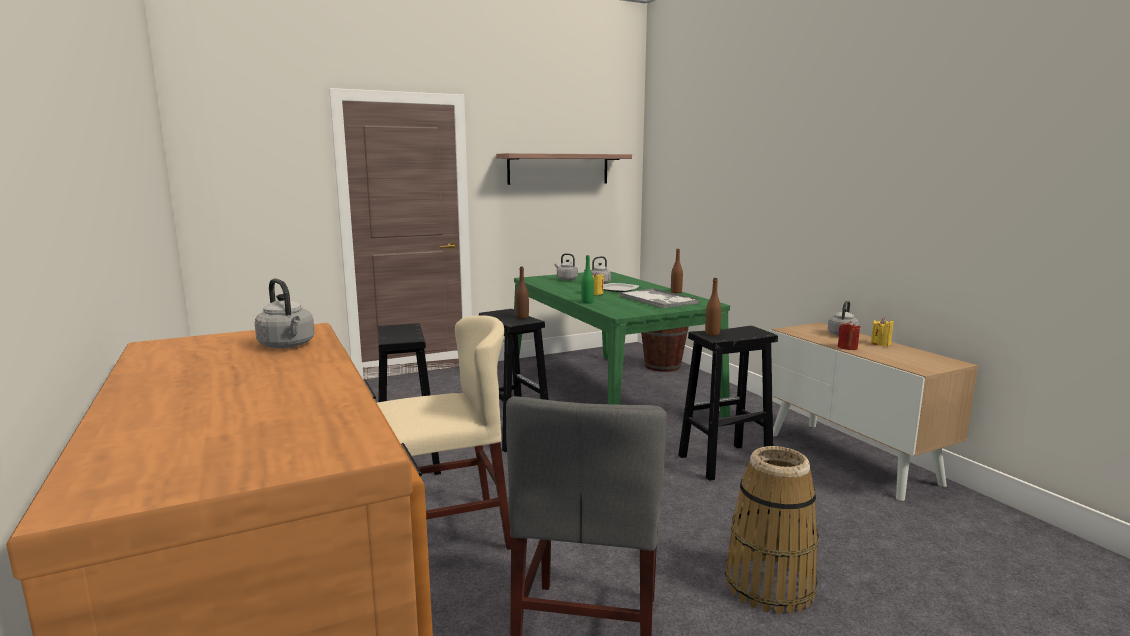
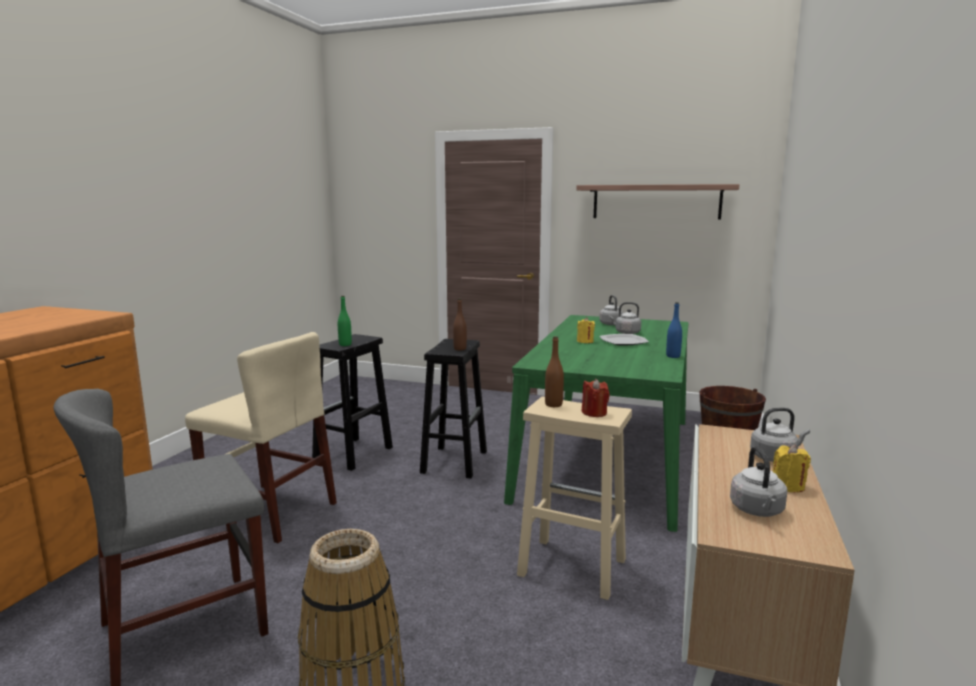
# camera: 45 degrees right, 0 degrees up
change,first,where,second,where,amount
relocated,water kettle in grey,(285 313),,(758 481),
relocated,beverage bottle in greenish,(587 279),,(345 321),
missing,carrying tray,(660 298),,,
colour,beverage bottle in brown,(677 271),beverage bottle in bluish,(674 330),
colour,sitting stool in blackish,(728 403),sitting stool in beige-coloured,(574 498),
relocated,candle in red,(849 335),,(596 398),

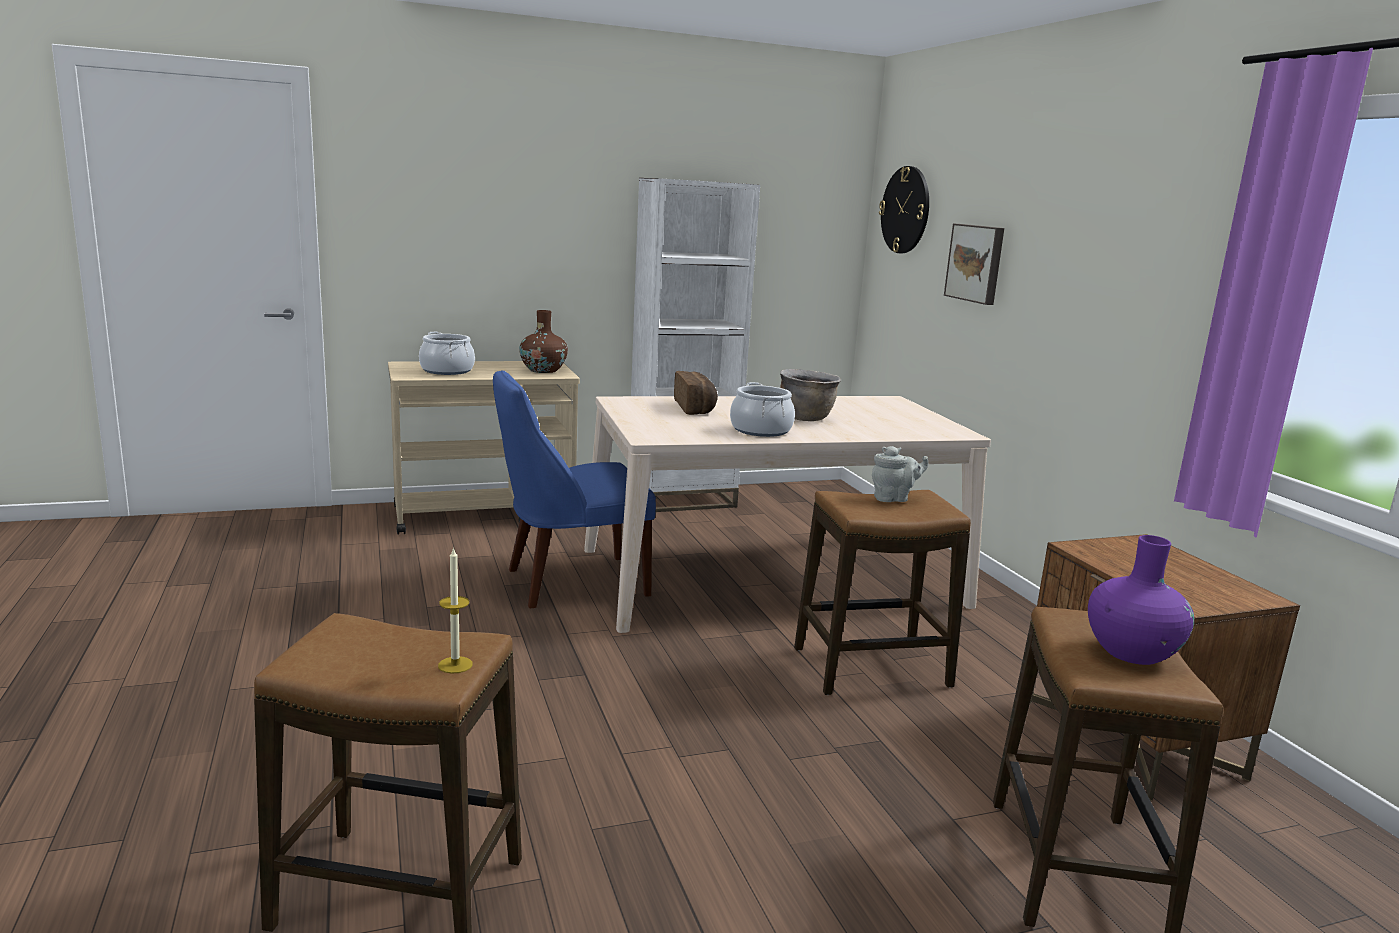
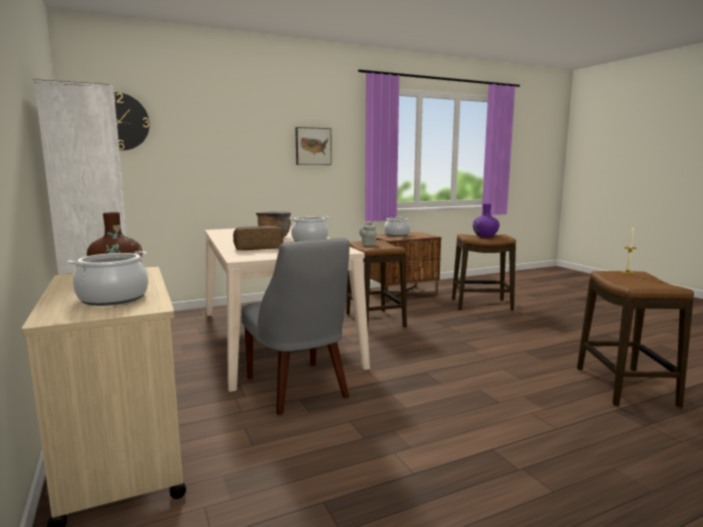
# camera: 95 degrees left, 5 degrees down
change,first,where,second,where,amount
colour,upright chair in bluish,(574 489),upright chair in grey,(295 326),
relocated,wall picture,(974 264),,(313 146),
appeared,,,stockpot,(397 226),

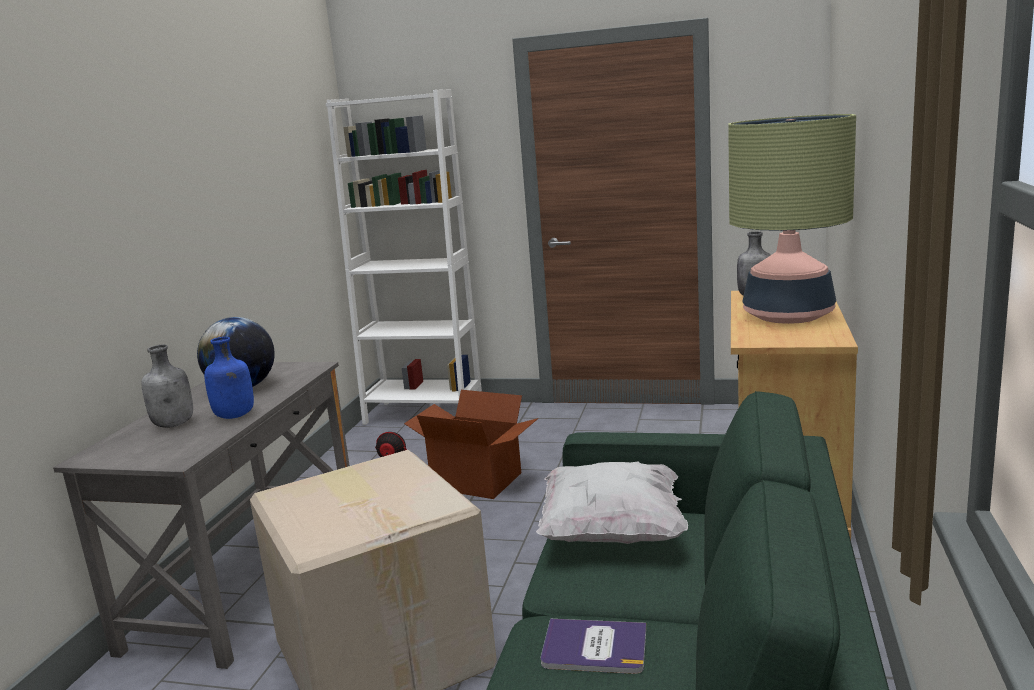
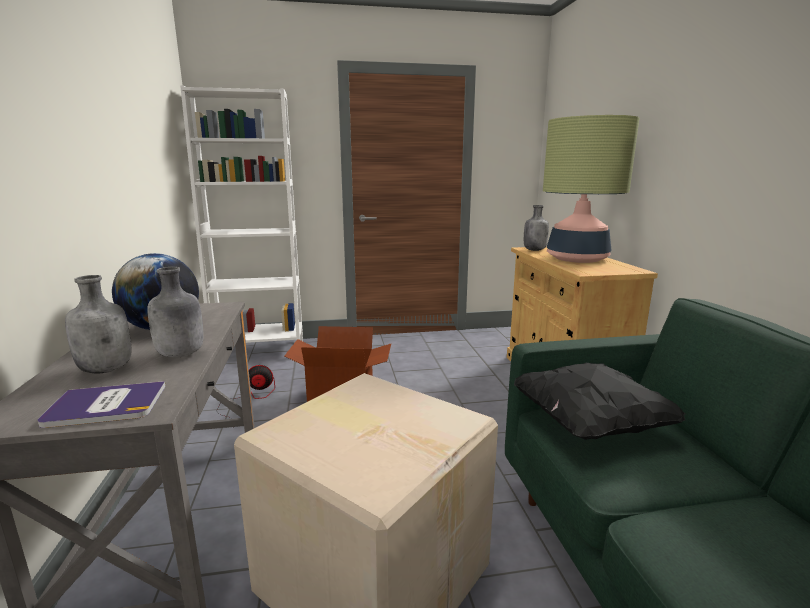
# camera: 25 degrees left, 0 degrees up
change,first,where,second,where,amount
colour,beverage bottle in bluish,(229 378),beverage bottle in grey,(175 312),
colour,cushion in whitish,(612 503),cushion in blackish,(600 401),
relocated,book,(593 646),,(101 404),

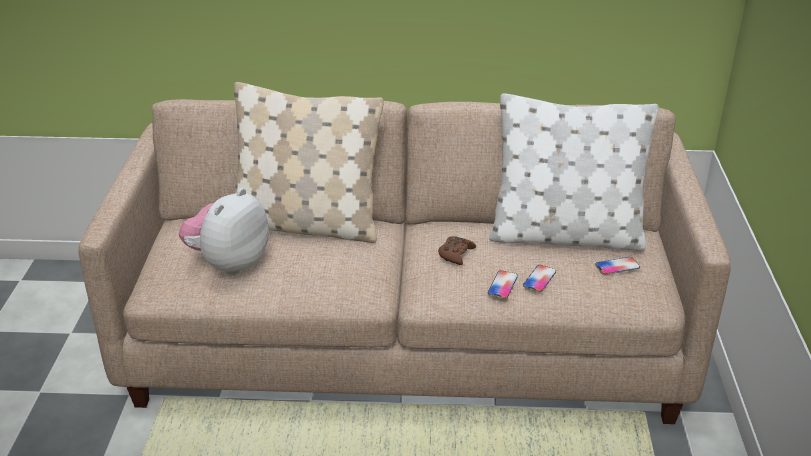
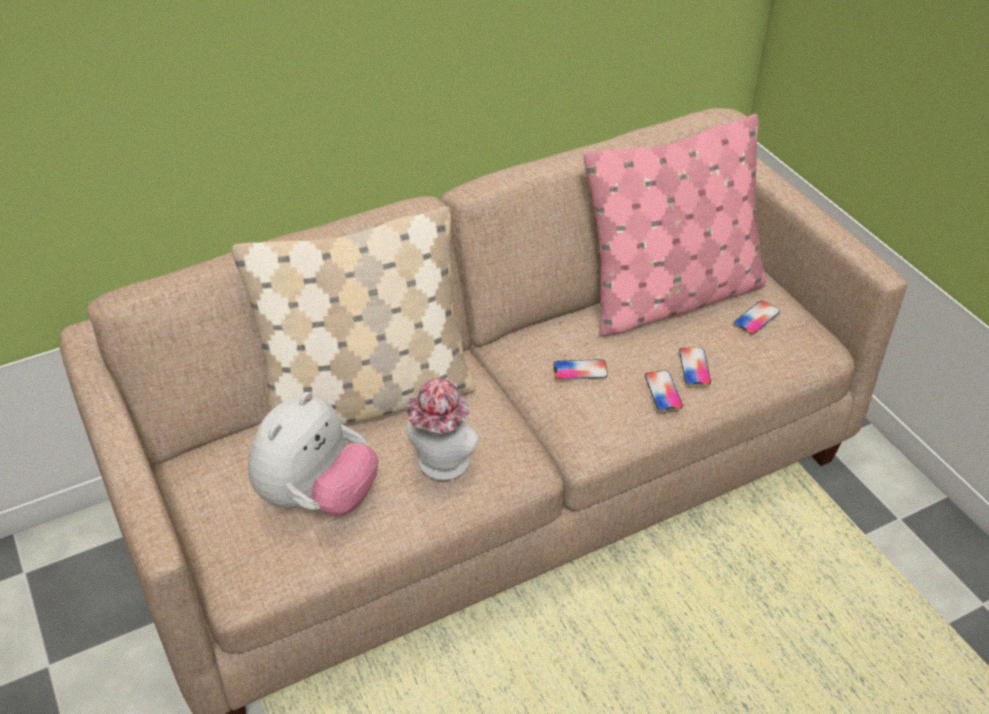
# camera: 30 degrees left, 10 degrees up
change,first,where,second,where,amount
spun,soft toy,(224 232),,(313 453),150 degrees counterclockwise
exchanged,gamepad in brown,(457 250),phone,(580 369),
colour,cushion in whitish,(574 172),cushion in pink,(675 225),
appeared,,,wearable hat,(443 429),

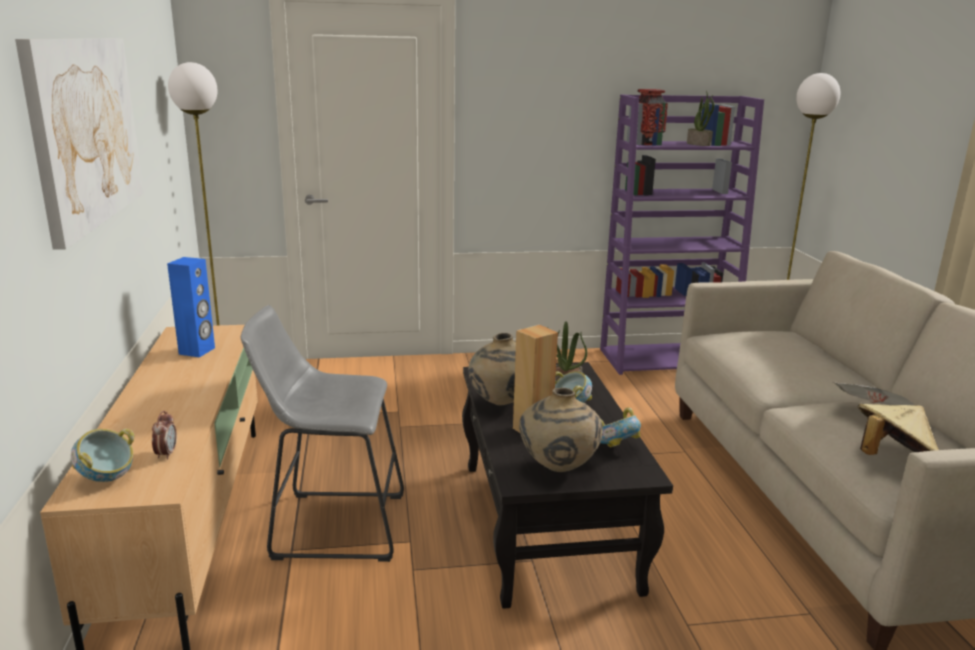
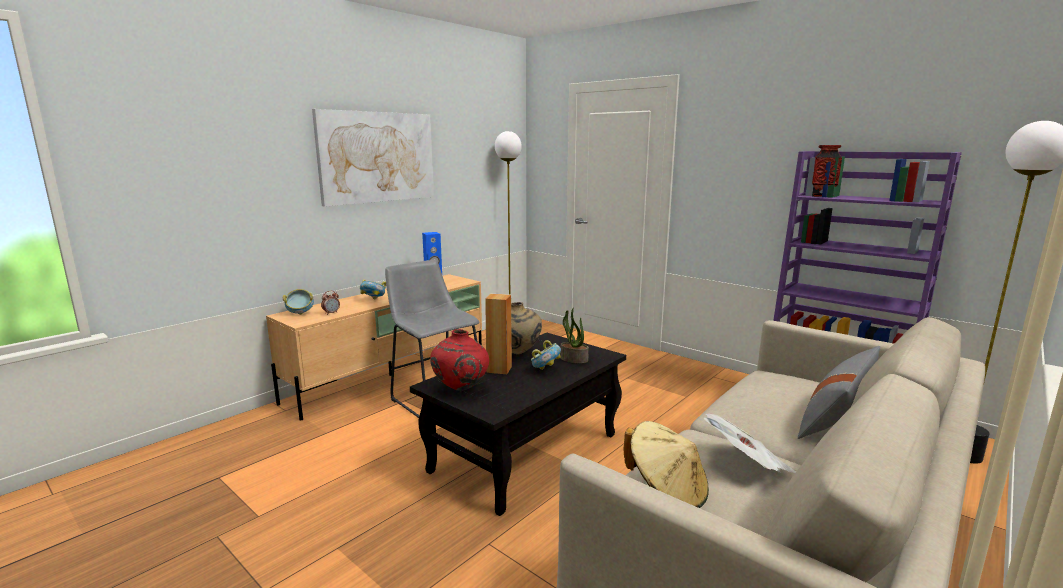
# camera: 50 degrees right, 5 degrees down
change,first,where,second,where,amount
colour,decorative vase in beige-coloured,(561 430),decorative vase in red,(459 360),
relocated,deep dish,(620 427),,(373 289),
missing,plant in a pot,(701 118),,,
appeared,,,cushion in grey,(839 392),

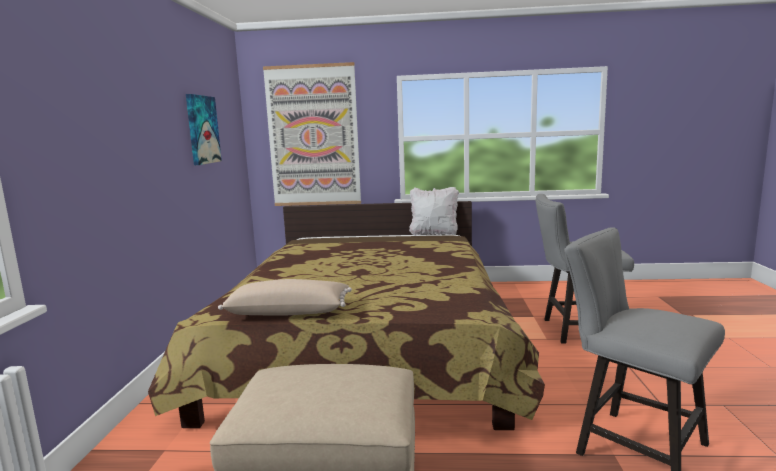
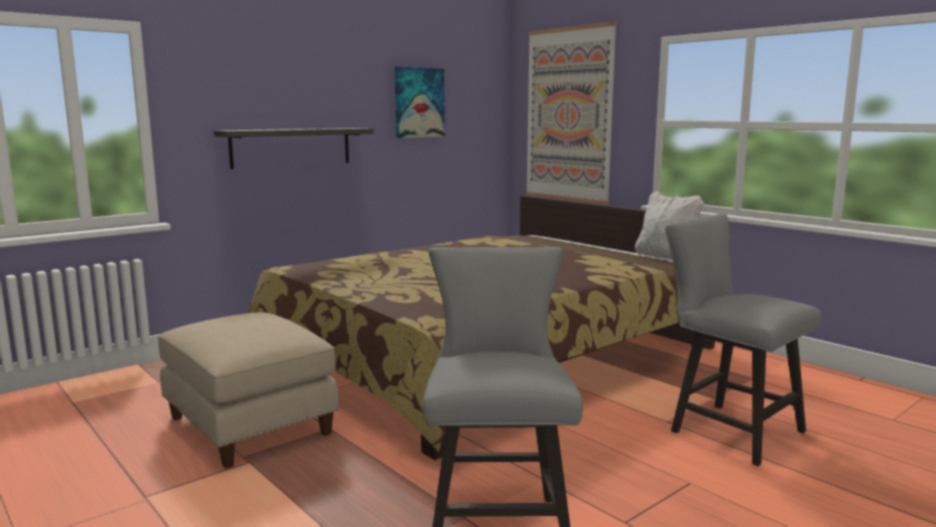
# camera: 45 degrees right, 0 degrees up
change,first,where,second,where,amount
missing,cushion in beige-coloured,(285 297),,,
appeared,,,bracket shelf,(293 148),

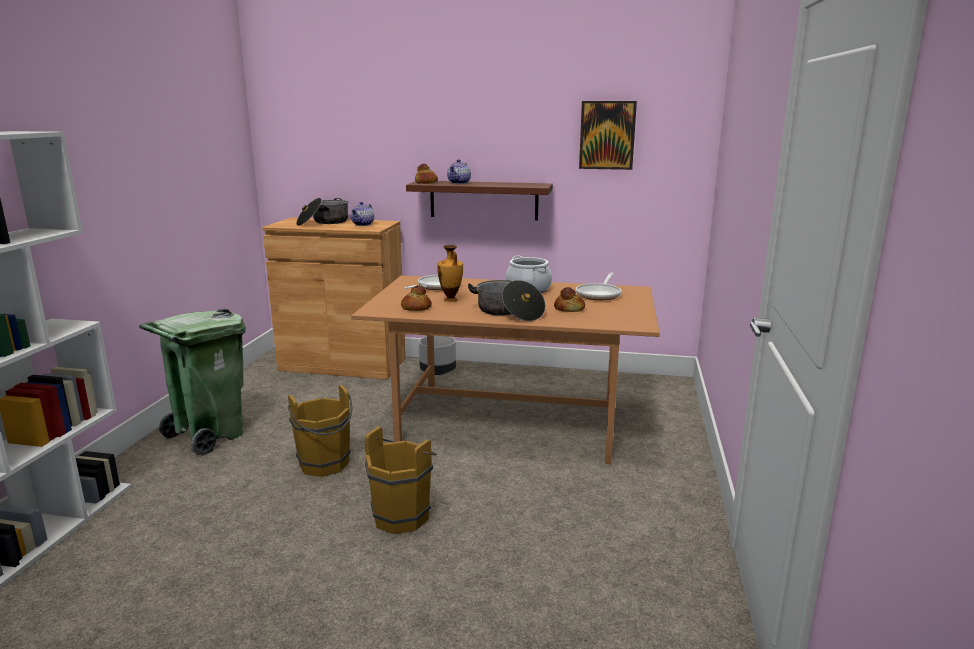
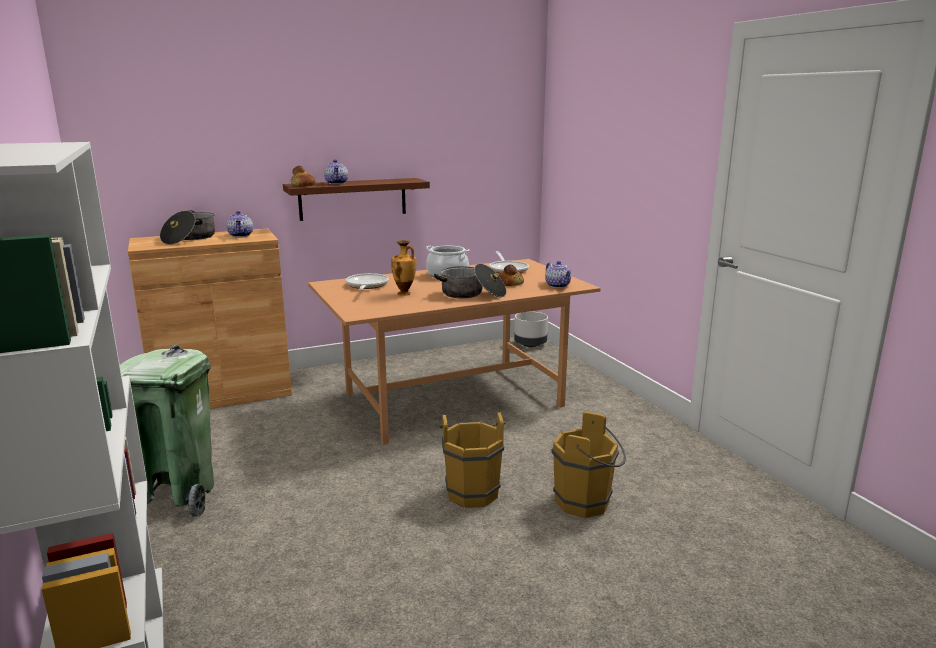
# camera: 35 degrees left, 0 degrees up
change,first,where,second,where,amount
relocated,water bucket in brown,(320 431),,(588 464),
missing,baked bread,(416 298),,,
relocated,planter in grey,(437 355),,(531 329),
missing,wall picture,(608 135),,,
appeared,,,tea pot,(558 274),

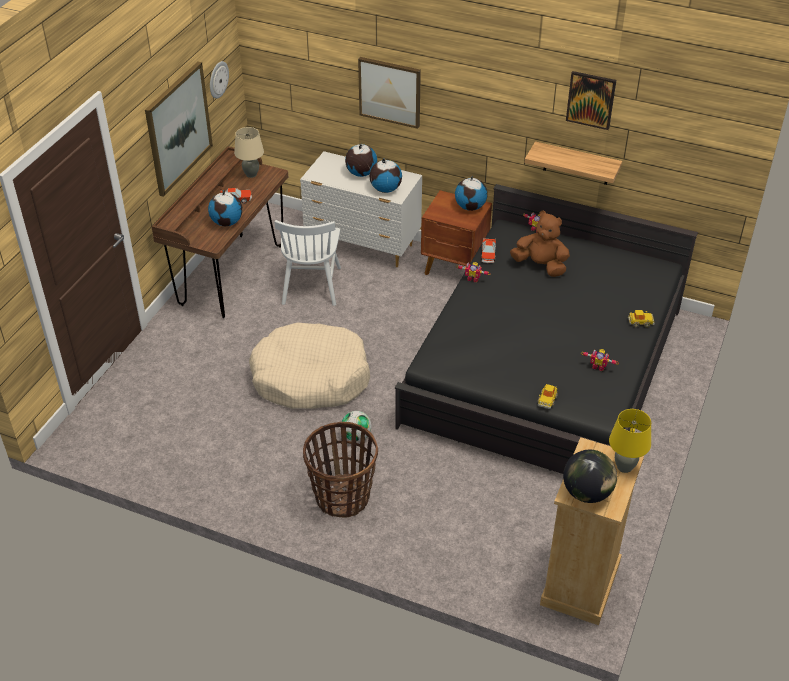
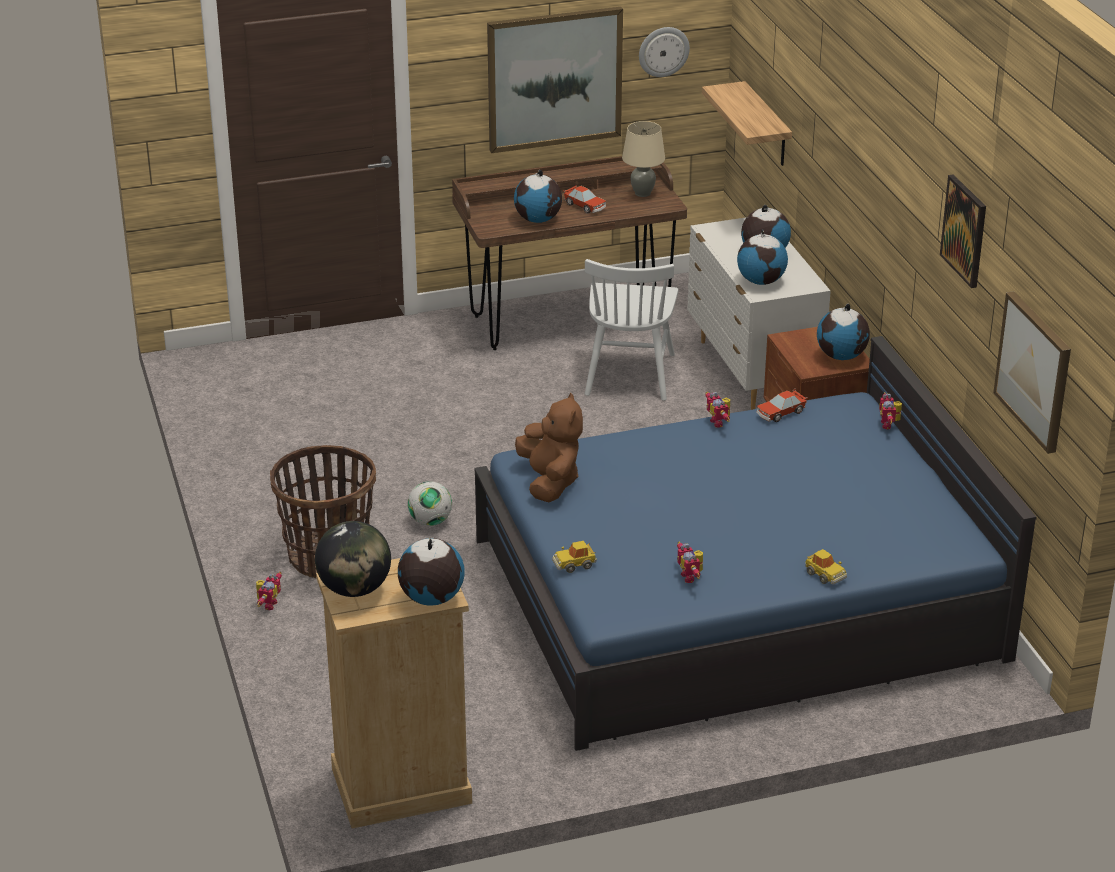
# camera: 50 degrees right, 10 degrees down
change,first,where,second,where,amount
missing,dog cushion in beige-coloured,(309 365),,,
spun,upright chair in whitish,(308 263),,(631 330),45 degrees counterclockwise
relocated,wall picture,(389 93),,(1032 372),
colour,bedroom bed in blackish,(546 329),bedroom bed in bluish,(755 543),
relocated,soft toy in brown,(540 244),,(549 447),
relocated,bracket shelf,(573 163),,(747 123),
exchanged,lamp for a table in yellowish,(630 441),desk globe,(431 571),
appeared,,,model robot,(269 591),

